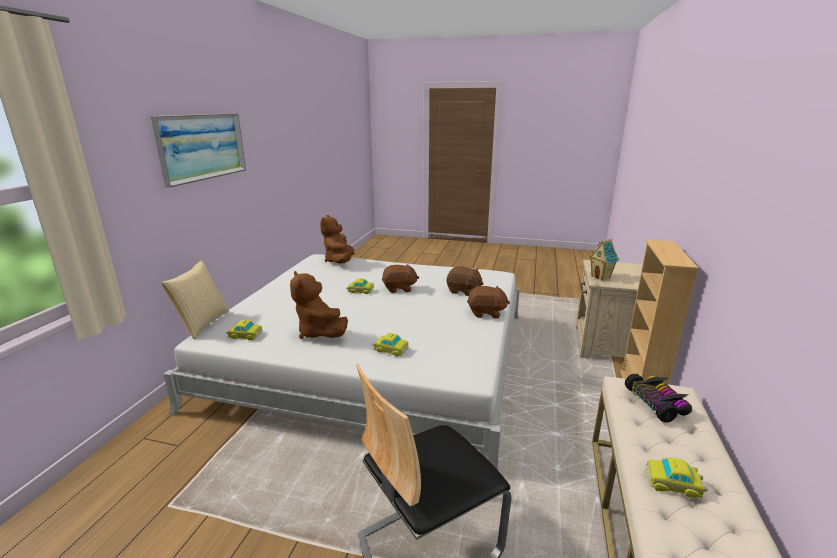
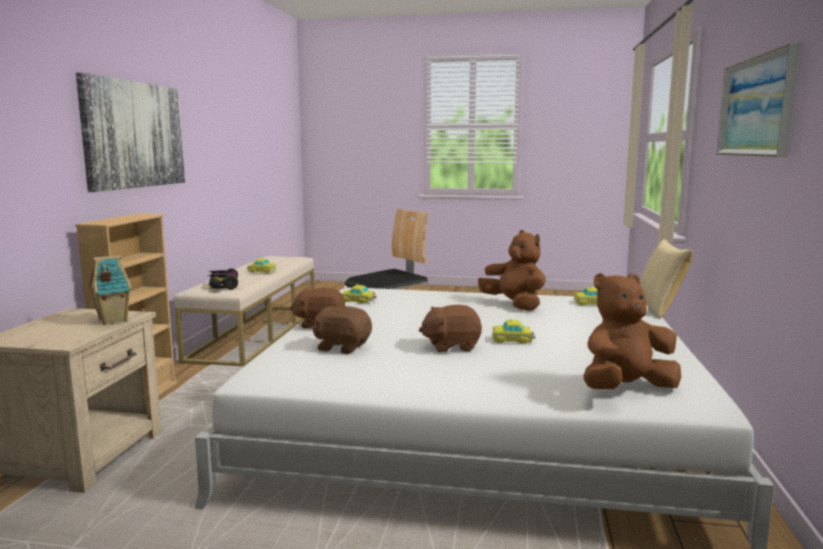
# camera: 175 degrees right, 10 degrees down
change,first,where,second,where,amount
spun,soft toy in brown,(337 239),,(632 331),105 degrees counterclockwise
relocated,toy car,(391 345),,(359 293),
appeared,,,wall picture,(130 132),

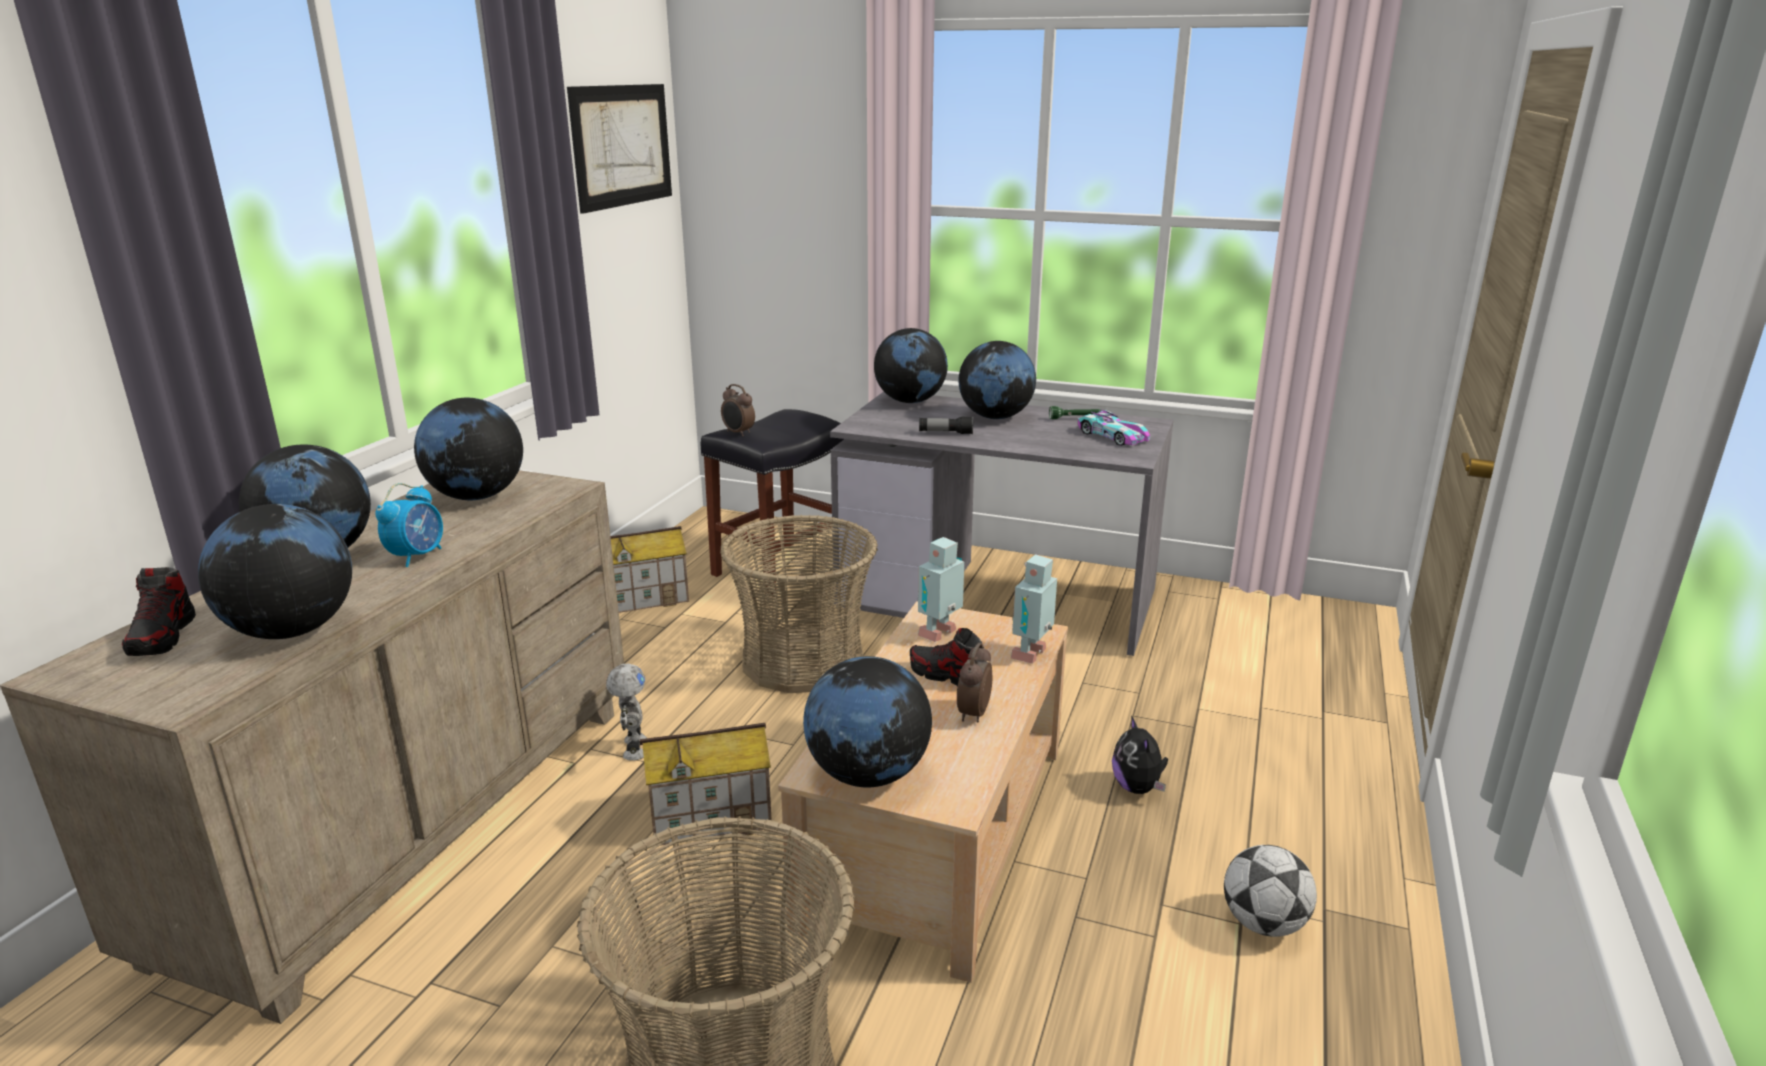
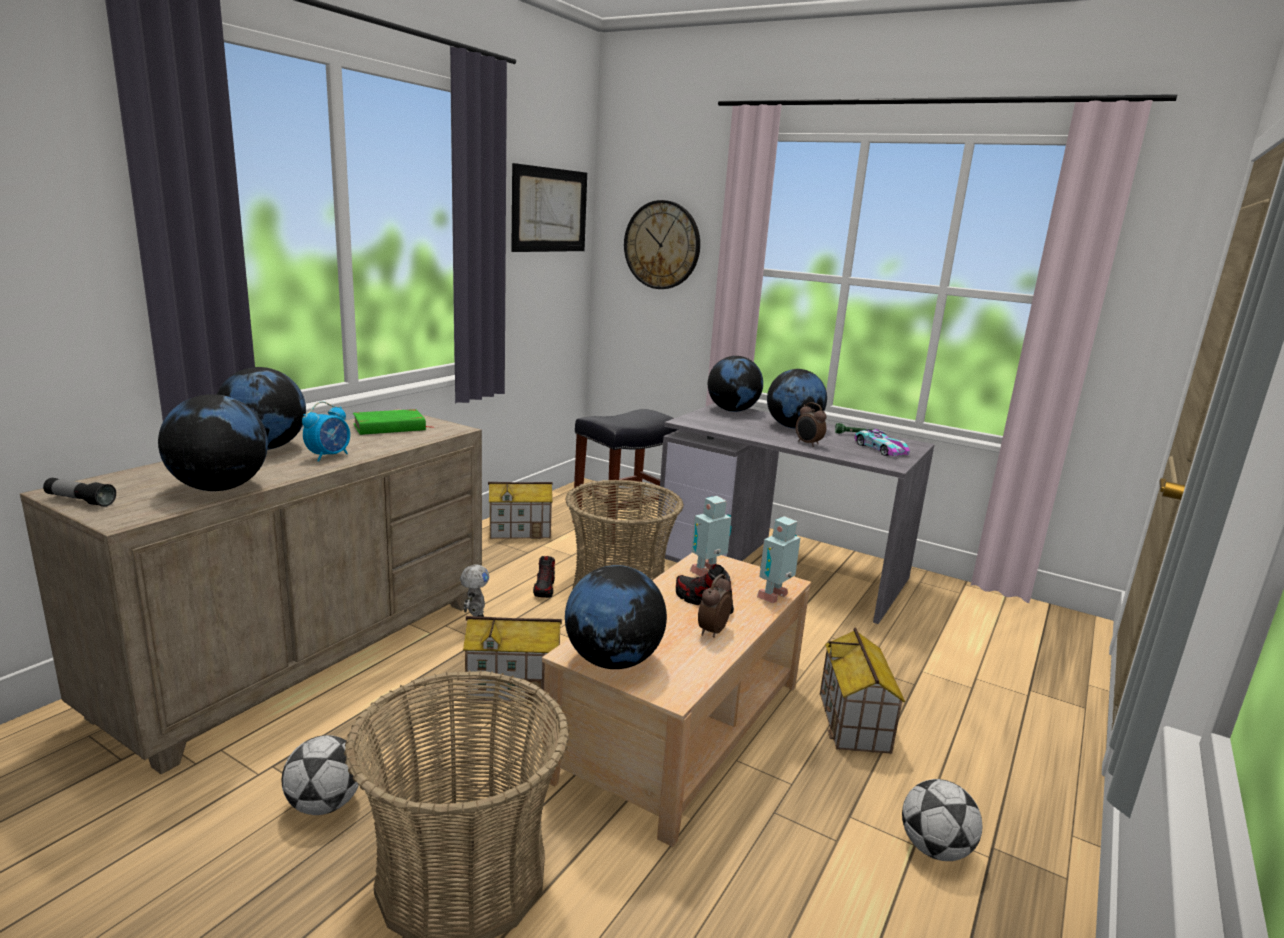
# camera: 10 degrees right, 5 degrees down
change,first,where,second,where,amount
relocated,item of footwear,(159 611),,(544 577),
exchanged,desk globe,(468 449),book in greenish,(394 422),
relocated,alarm clock,(738 410),,(811 424),
relocated,hand torch,(946 425),,(79 492),
exchanged,soft toy,(1140 754),miniature house,(862 691),
appeared,,,ball for football,(320 775),
appeared,,,hanging clock,(662 244),

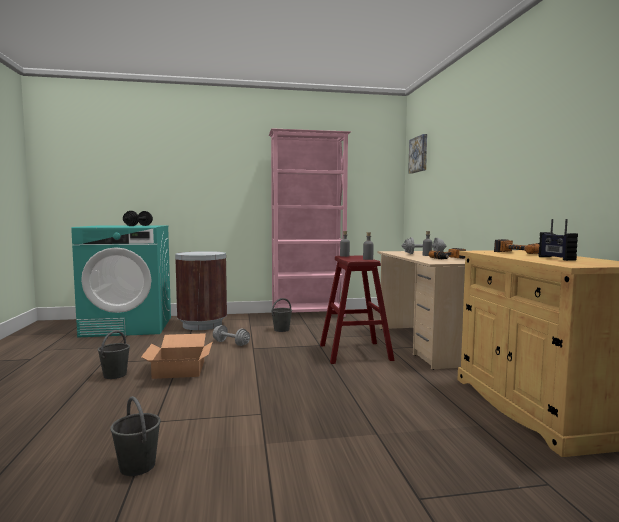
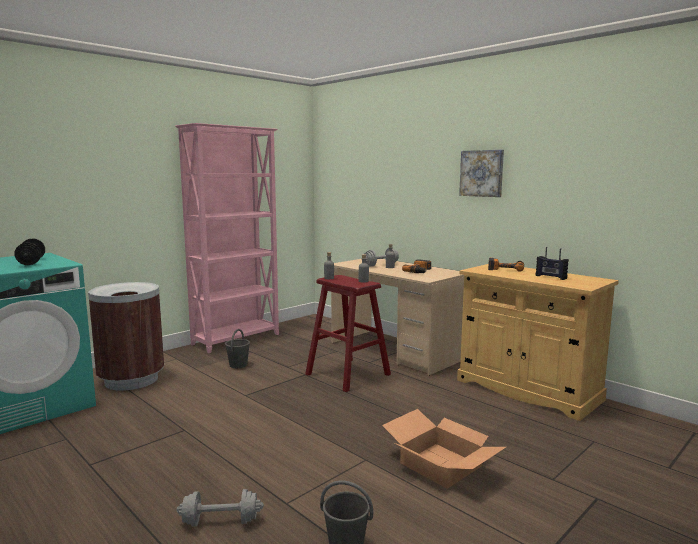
# camera: 35 degrees left, 5 degrees up
change,first,where,second,where,amount
missing,water bucket in grey,(114 354),,,
relocated,cardboard box,(176 356),,(444 449),
relocated,dumbbell in grey,(231 335),,(220 508),
relocated,wall picture,(417 154),,(481 173),

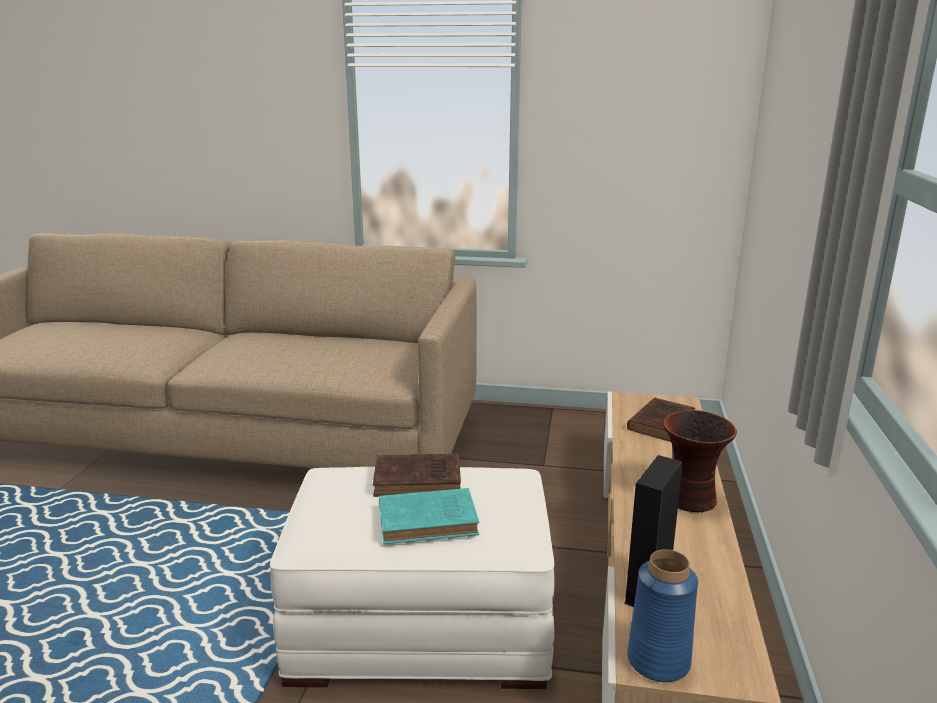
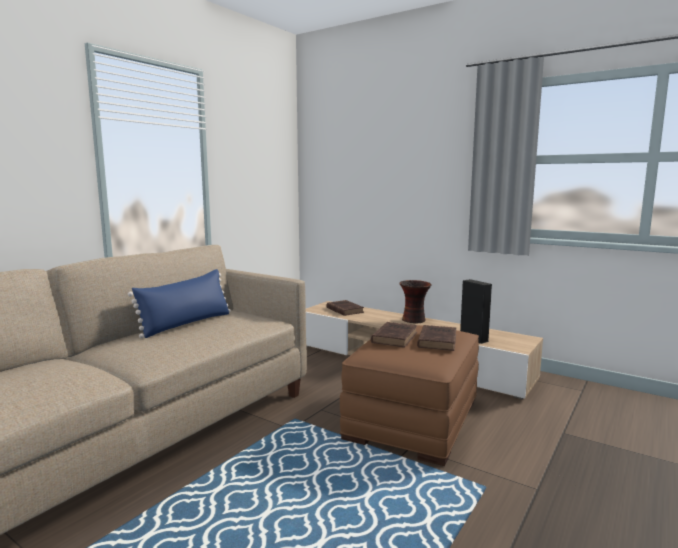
# camera: 65 degrees left, 10 degrees down
change,first,where,second,where,amount
colour,pouffe in whitish,(412 578),pouffe in brown,(409 395),
colour,book in blue-green,(429 516),book in brown,(436 338),
missing,decorative vase in bluish,(662 615),,,
appeared,,,cushion in bluish,(179 303),

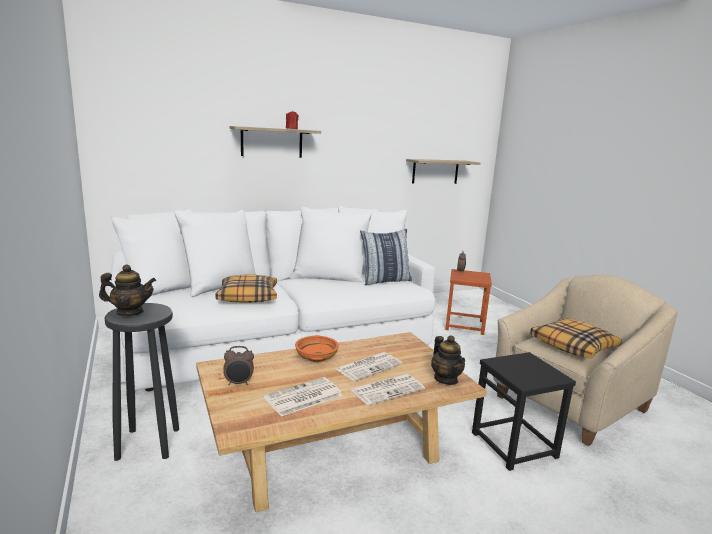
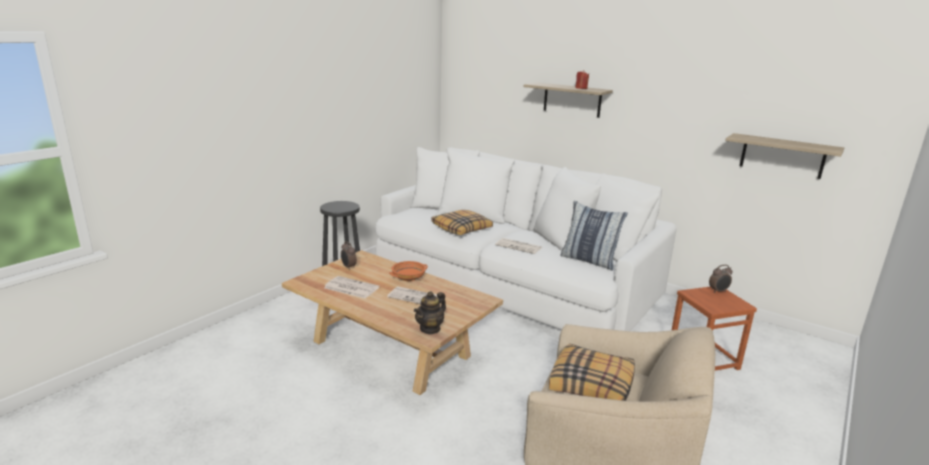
# camera: 60 degrees right, 5 degrees up
change,first,where,second,where,amount
missing,tea pot,(127 290),,,
relocated,daily paper,(387 389),,(518 246),
missing,sitting stool in blackish,(524 411),,,

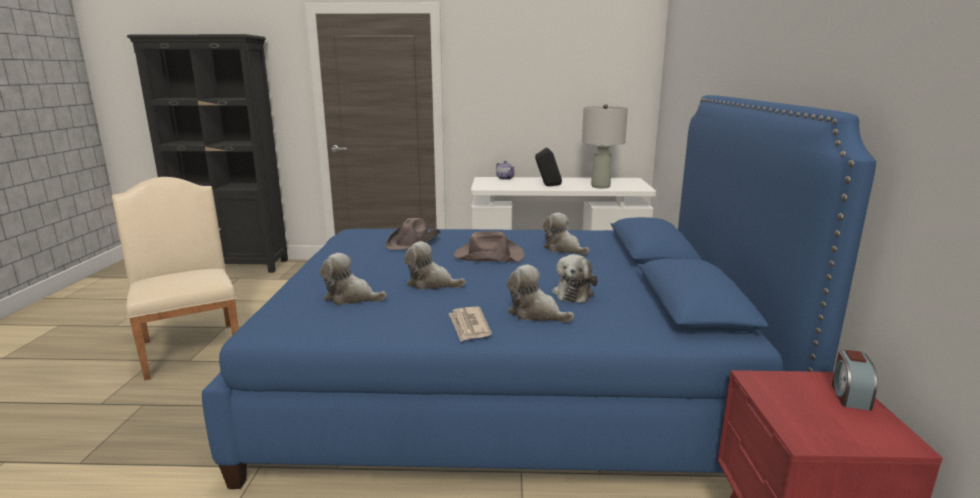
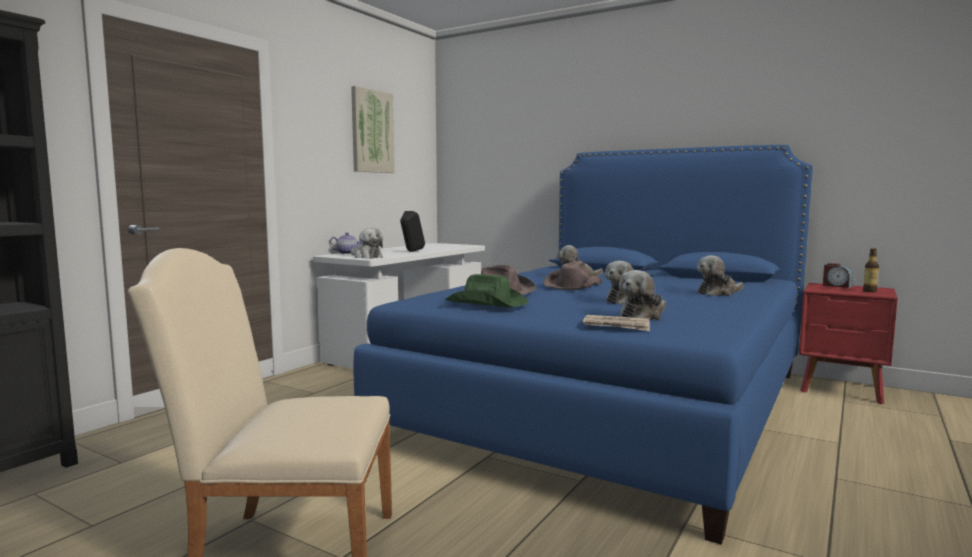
# camera: 60 degrees left, 10 degrees down
change,first,where,second,where,amount
relocated,daily paper,(470 324),,(616 323),
relocated,soft toy,(575 278),,(367 243),
missing,lamp for a table in grey,(605 146),,,
appeared,,,wall picture,(373 129),
appeared,,,wearable hat in greenish,(486 291),
appeared,,,beverage bottle,(871 270),

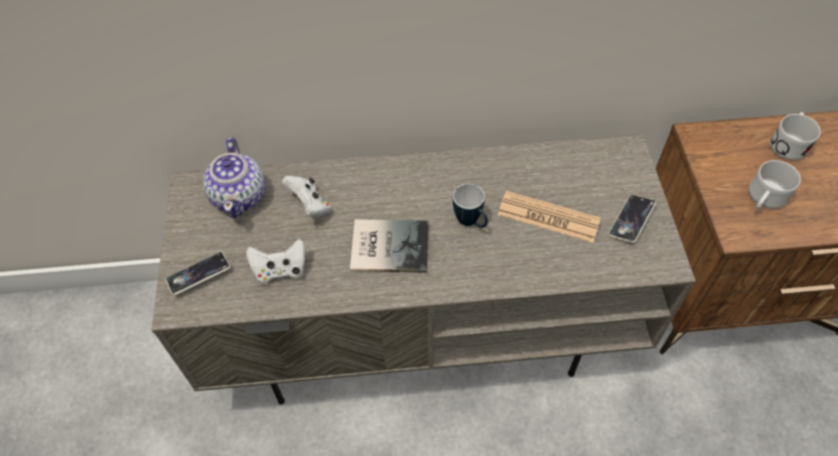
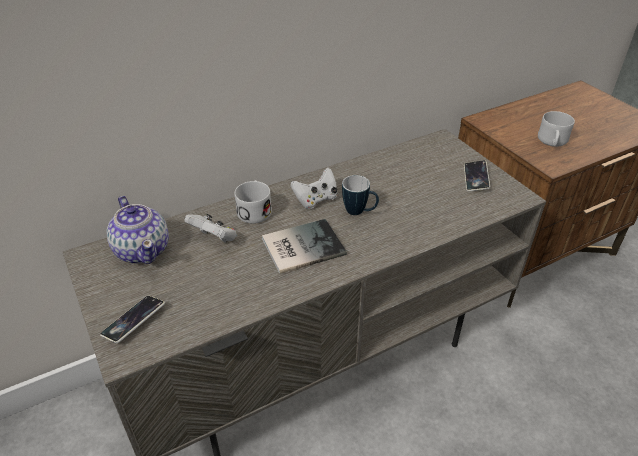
# camera: 25 degrees left, 15 degrees down
change,first,where,second,where,amount
relocated,gamepad in whitish,(275 261),,(313 188),
missing,daily paper,(549 217),,,
relocated,mug in whitish,(795 136),,(253 202),

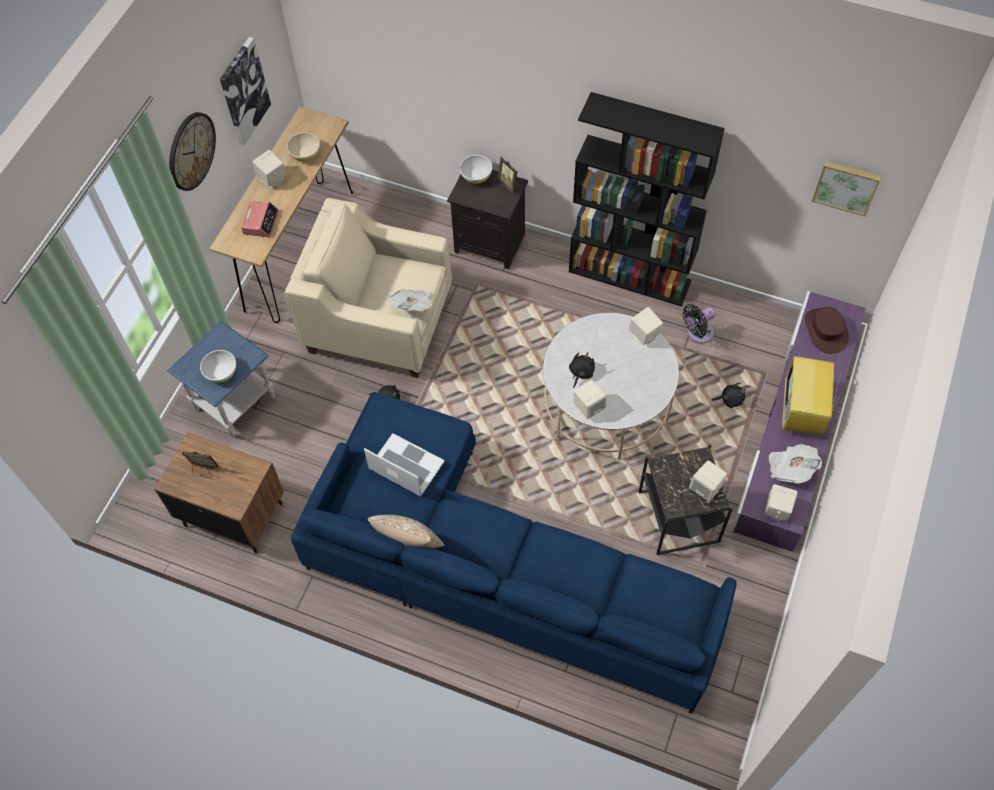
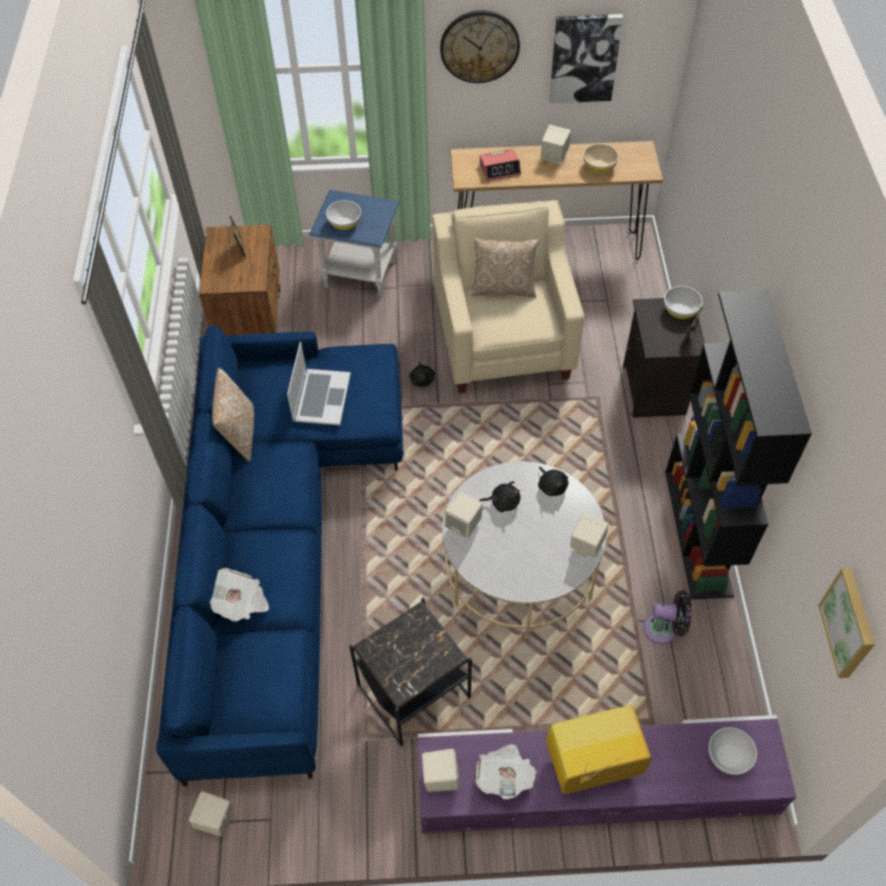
# camera: 65 degrees right, 5 degrees down
change,first,where,second,where,amount
relocated,daily paper,(410 300),,(239 595),
spun,electric fan in blackish,(699 323),,(667 617),150 degrees clockwise
relocated,audio speaker in beige-coloured,(708 481),,(211 813),
relocated,soft toy in blackish,(728 395),,(553 481),
exchanged,wearable hat in brown,(827 330),deep dish in whitish,(732 751),
appeared,,,cushion,(505 268),

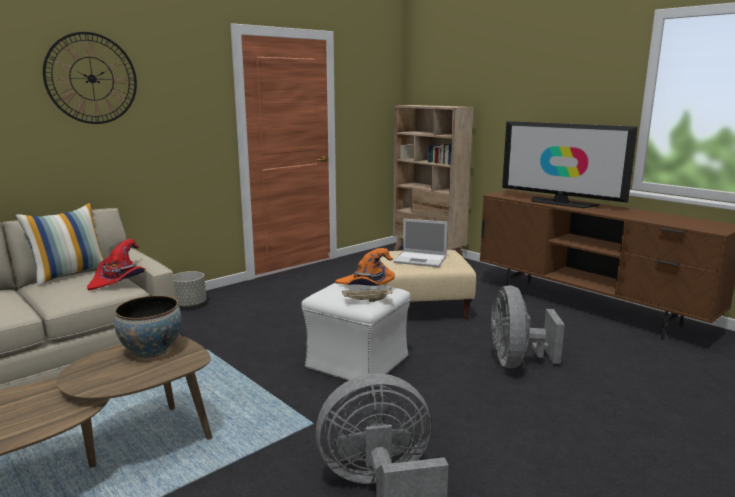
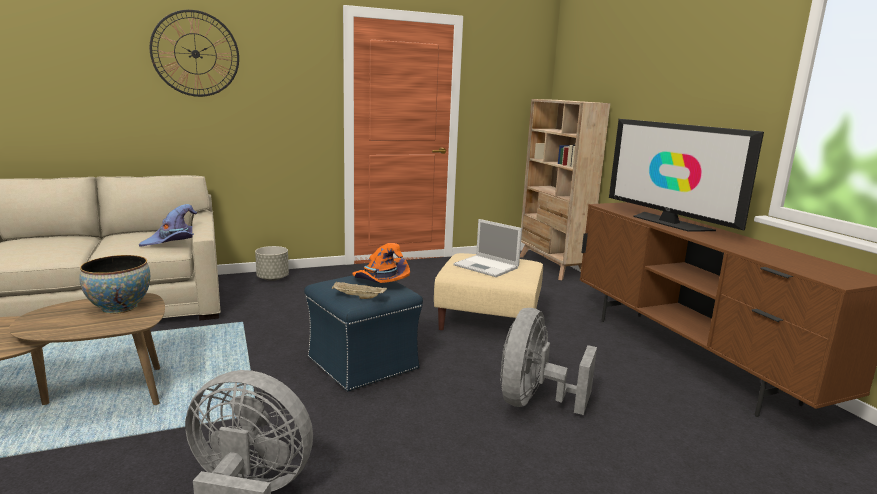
# camera: 20 degrees right, 0 degrees up
change,first,where,second,where,amount
missing,cushion,(60 244),,,
colour,wearable hat in red,(116 264),wearable hat in purplish,(168 225),
colour,pouffe in whitish,(356 335),pouffe in bluish,(363 333),

